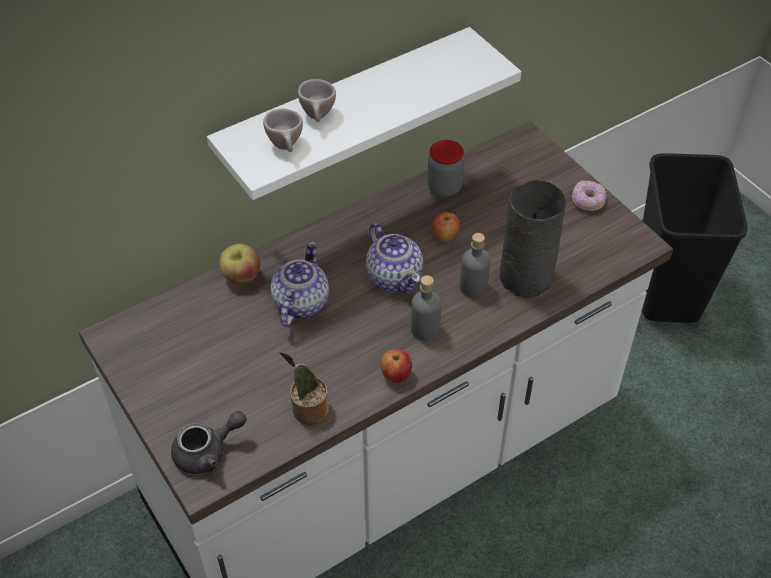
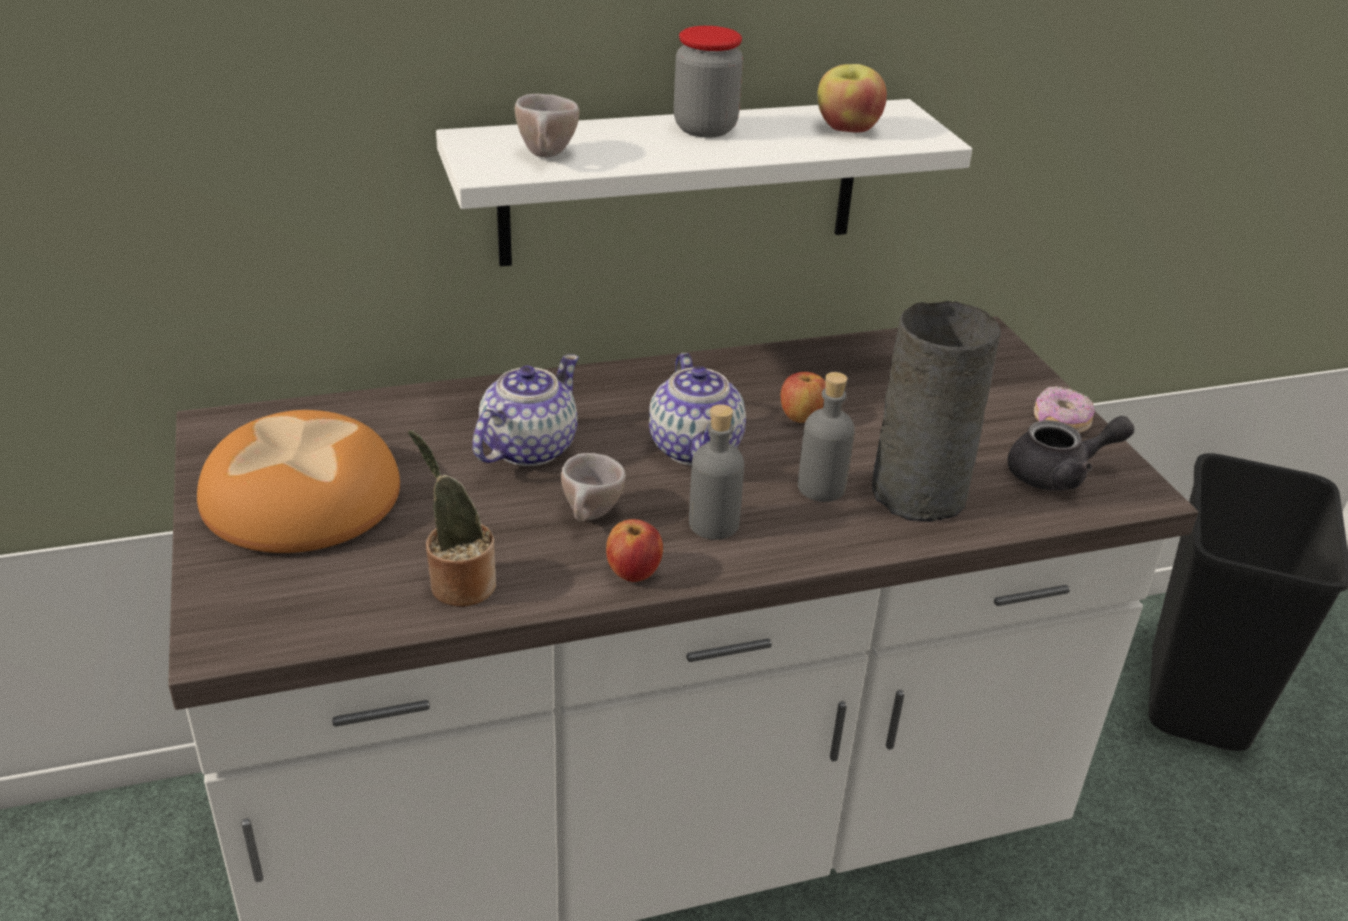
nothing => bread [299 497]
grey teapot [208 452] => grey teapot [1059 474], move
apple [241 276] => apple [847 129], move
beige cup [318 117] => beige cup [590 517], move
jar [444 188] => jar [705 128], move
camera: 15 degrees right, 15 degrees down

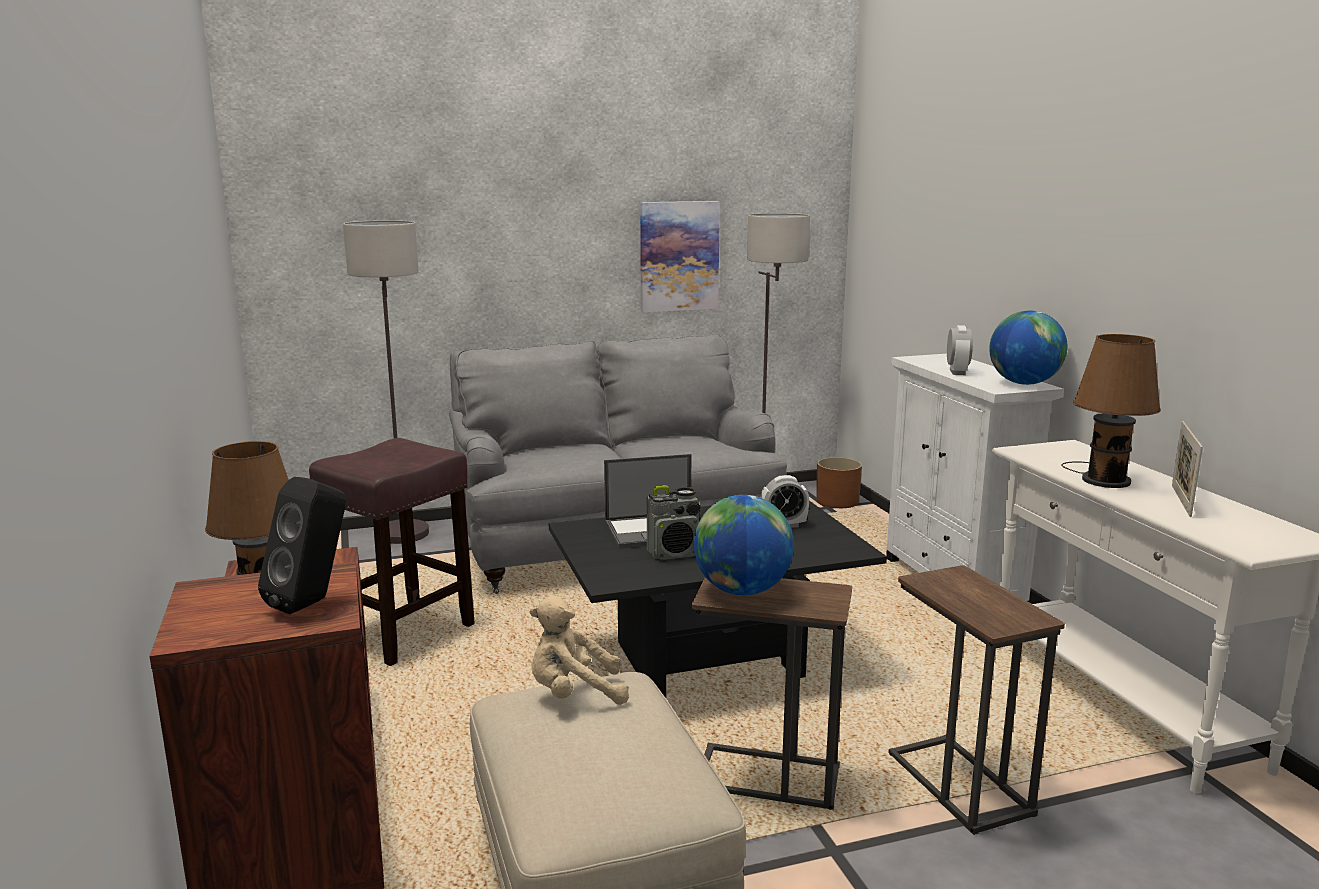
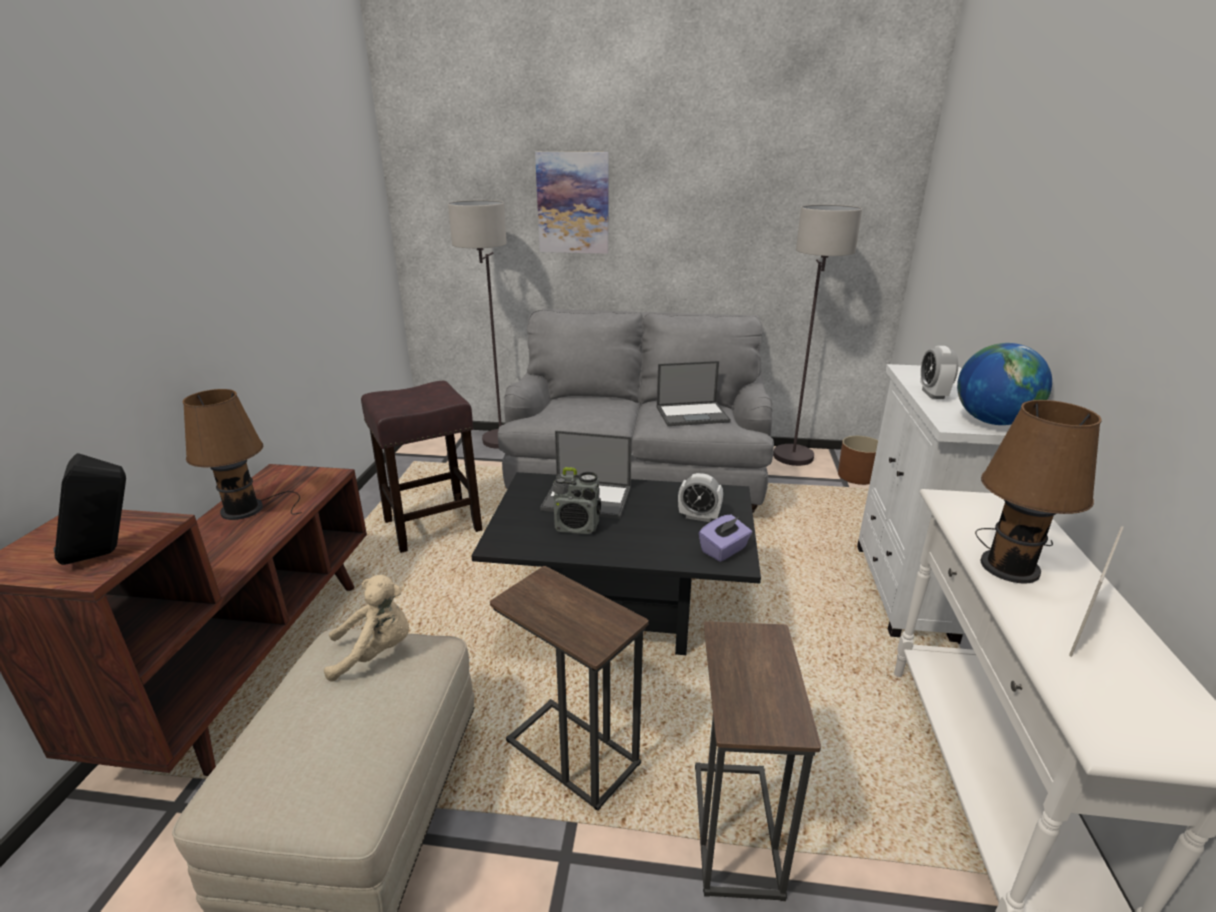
globe [742 591] => nothing
nothing => laptop [693 414]
nothing => purple tissue box [724 550]
picture [679 256] => picture [573 203], move
beige plush toy [574 694] => beige plush toy [376 652], 150 degrees clockwise
alarm clock [957 372] => alarm clock [933 394], 150 degrees clockwise
camera: 25 degrees right, 10 degrees up

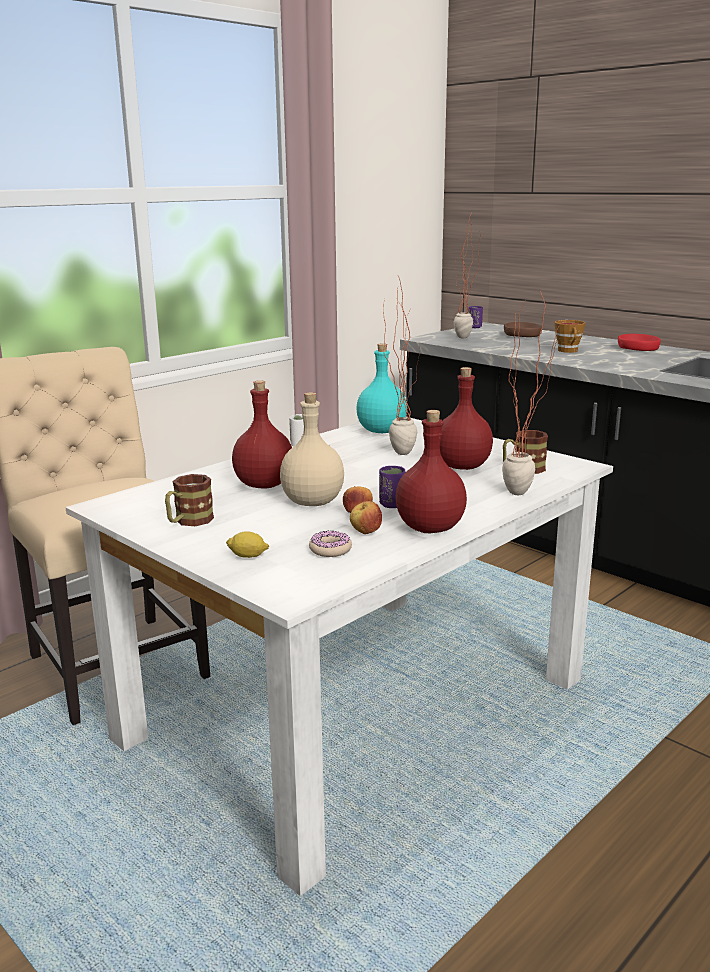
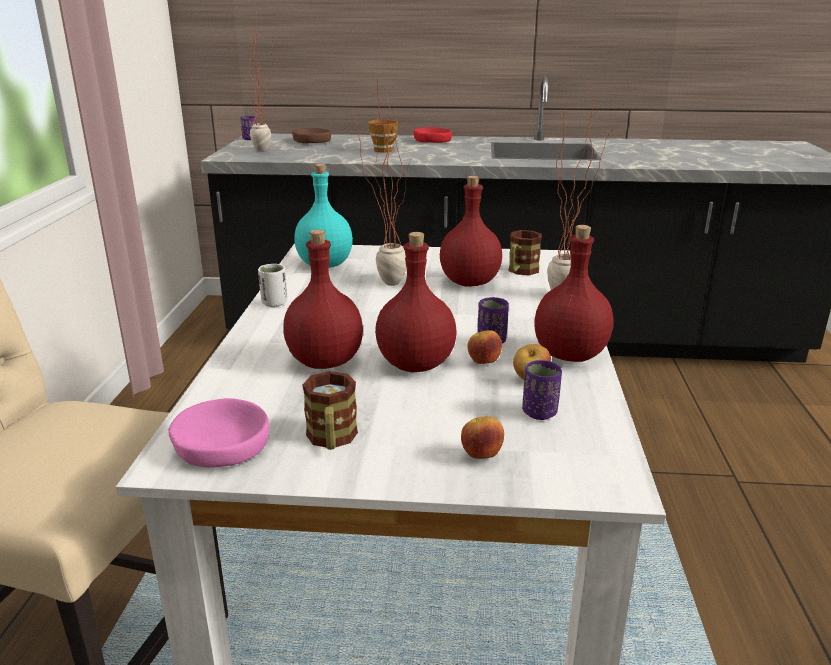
nothing => pink bowl [221 445]
lemon [248 556] => apple [481 455]
donut [330 550] => purple cup [539 413]
beige bottle [314 502] => red bottle [417 364]
camera: 40 degrees left, 5 degrees up

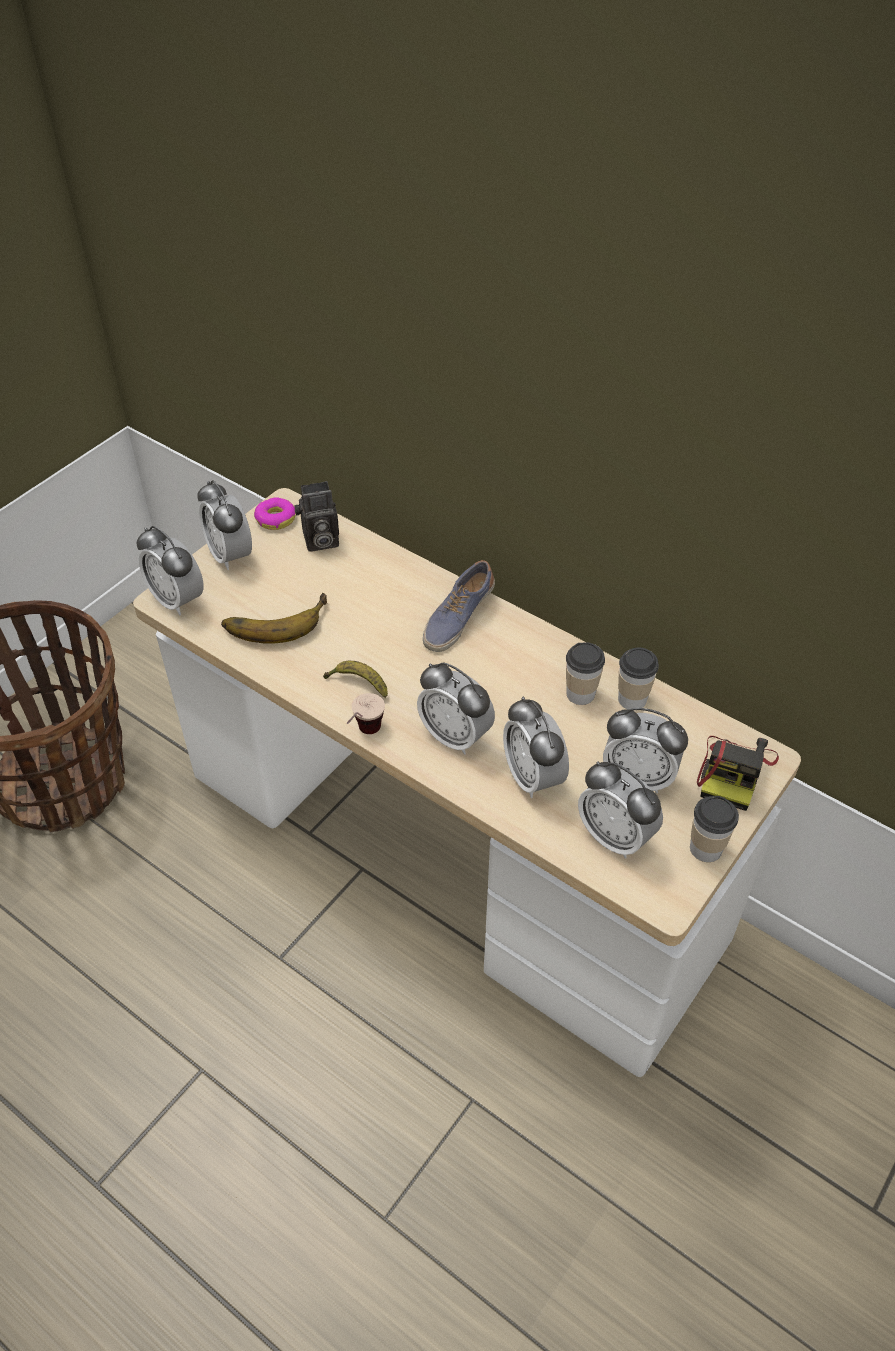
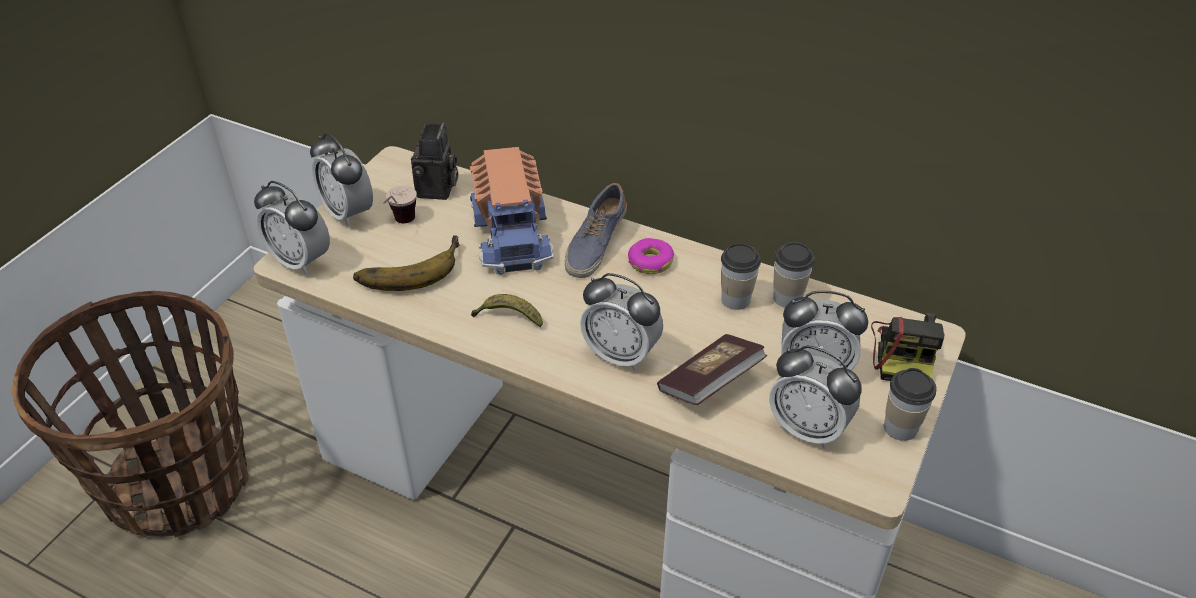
nothing => toy truck [513 233]
donut [275 519] => donut [650 262], move
cup [364 736] => cup [400 225], move
alarm clock [533 777] => book [710 383]
photo camera [319 541] => photo camera [437 190], 60 degrees counterclockwise
camera: 10 degrees left, 5 degrees down

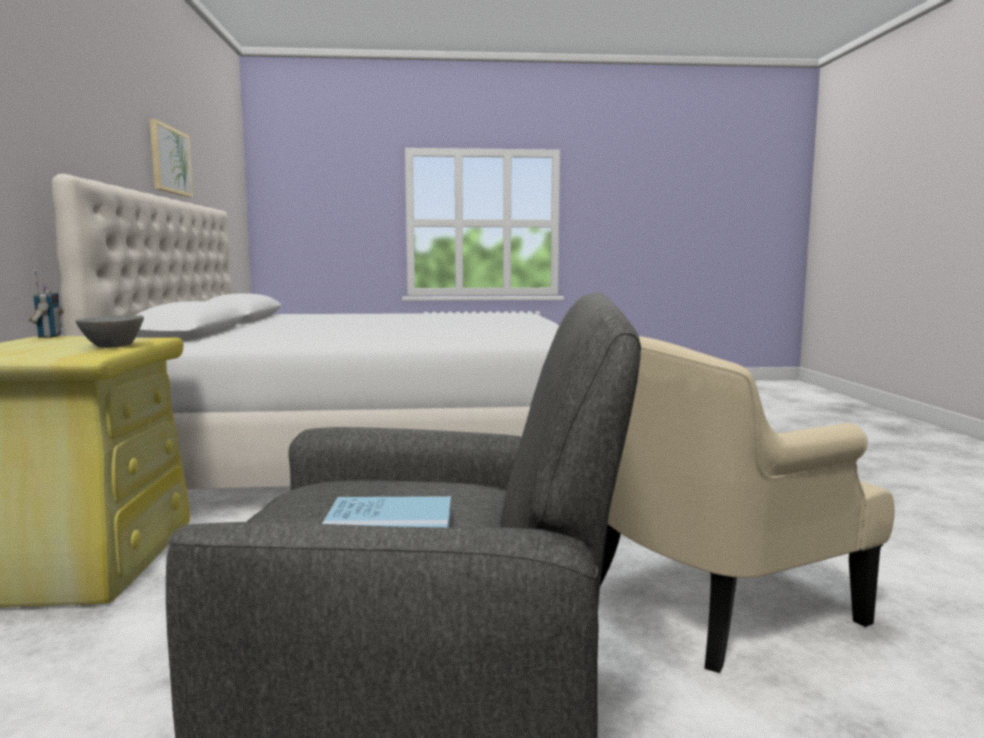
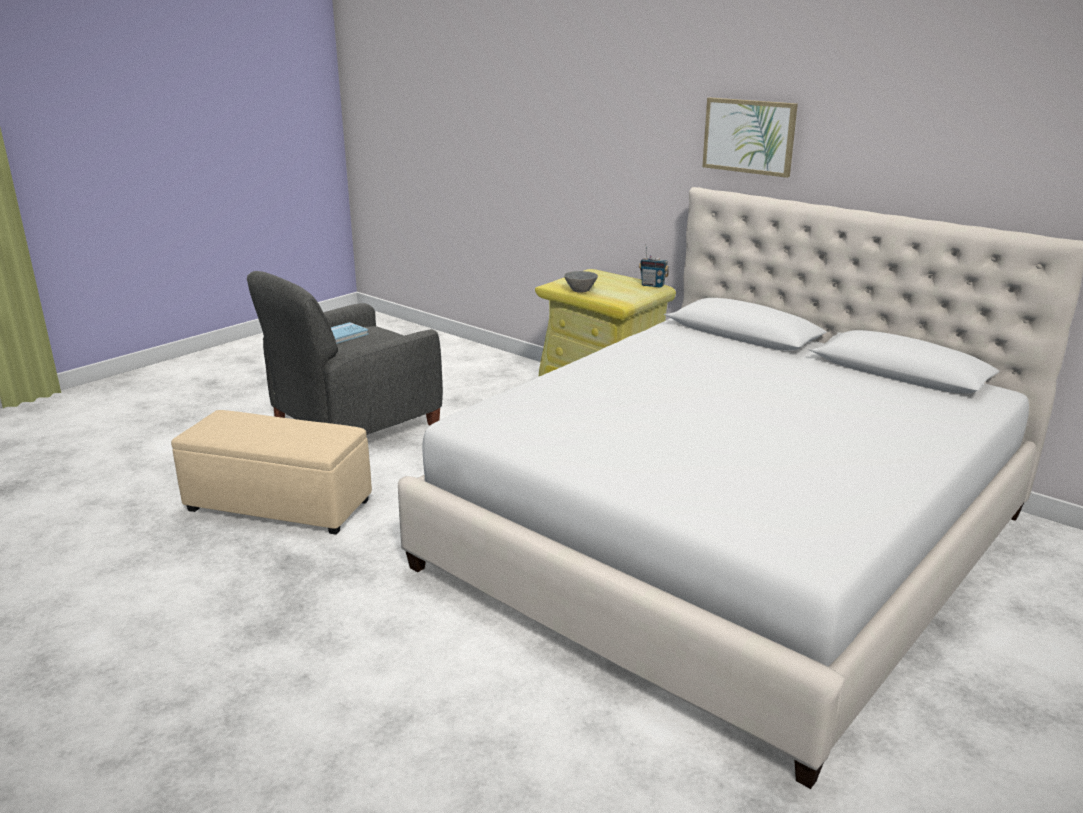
picture [170 160] => picture [749 136], move
beige armchair [709 602] => beige ottoman [280 505]
camera: 135 degrees right, 15 degrees up

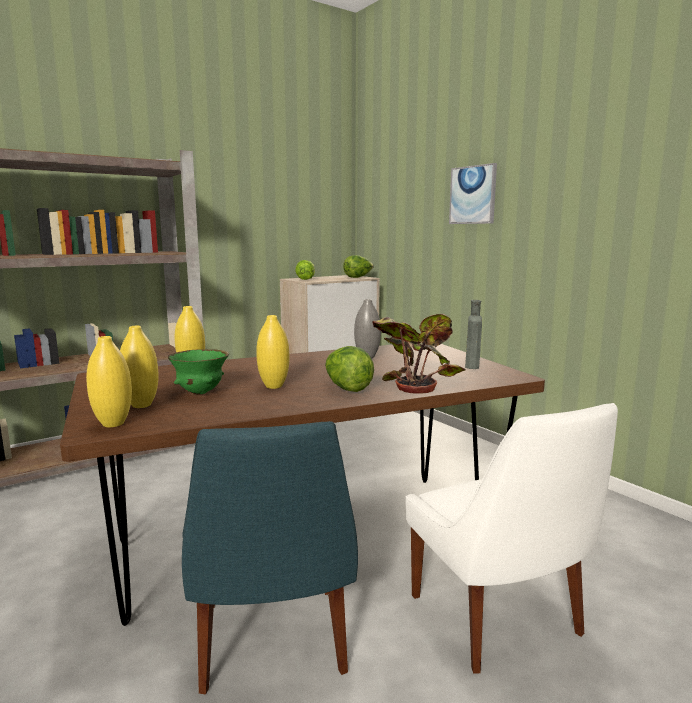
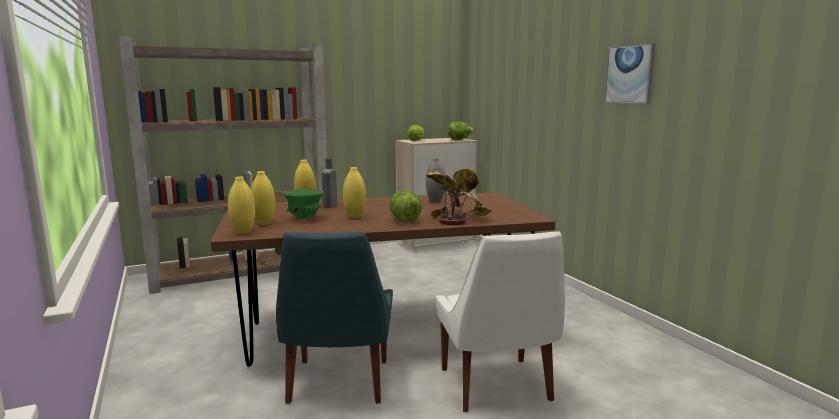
picture [473 195] => picture [630 74], move
grey bottle [472 366] => grey bottle [329 206], move
camera: 10 degrees right, 0 degrees up

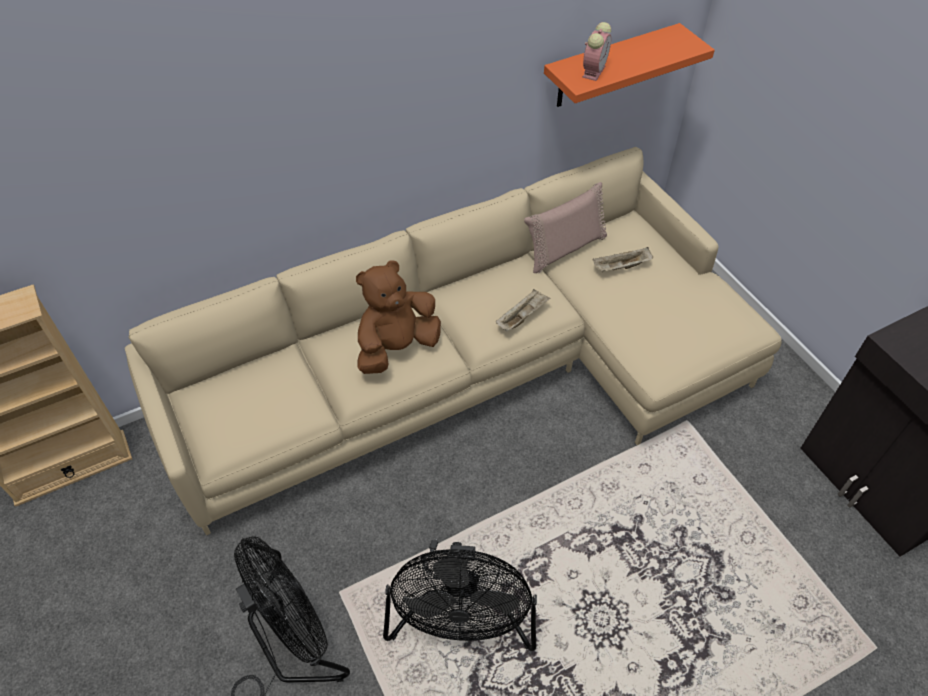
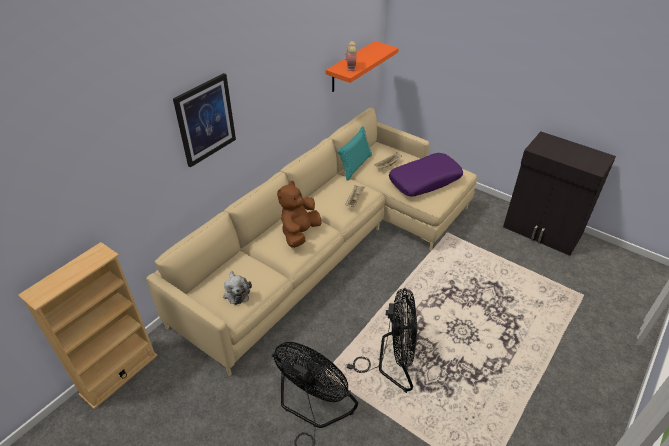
nothing => picture [205 120]
nothing => plush toy [236 292]
nothing => purple pillow [425 180]
beige pillow [564 249] => turquoise pillow [355 166]
black fan [457 614] => black fan [392 358], 60 degrees counterclockwise
camera: 25 degrees left, 10 degrees down

